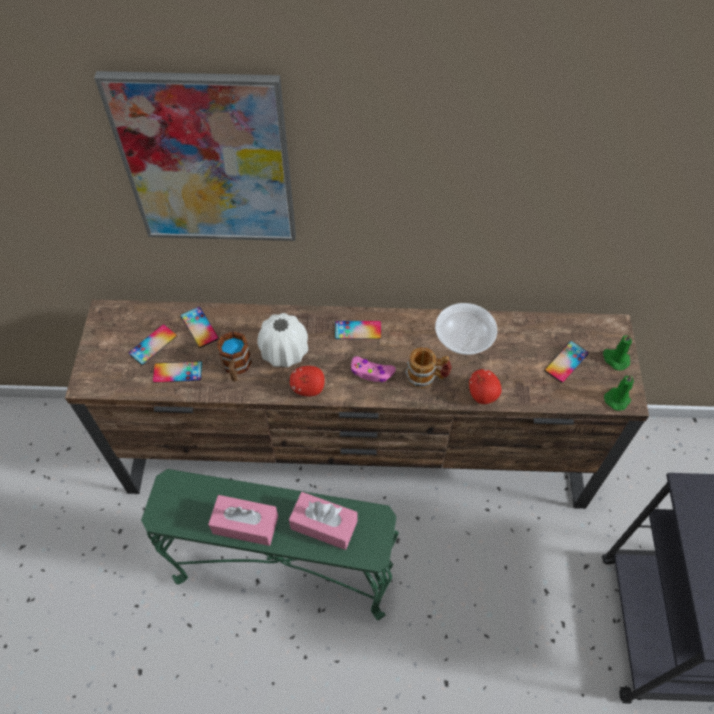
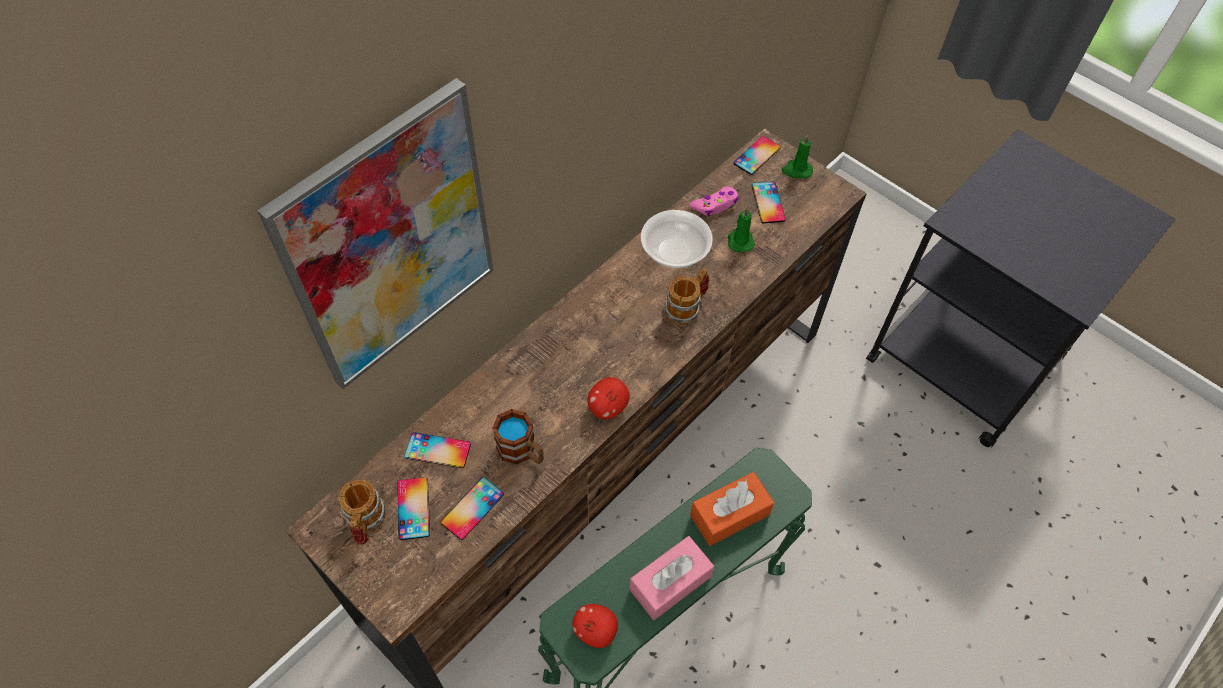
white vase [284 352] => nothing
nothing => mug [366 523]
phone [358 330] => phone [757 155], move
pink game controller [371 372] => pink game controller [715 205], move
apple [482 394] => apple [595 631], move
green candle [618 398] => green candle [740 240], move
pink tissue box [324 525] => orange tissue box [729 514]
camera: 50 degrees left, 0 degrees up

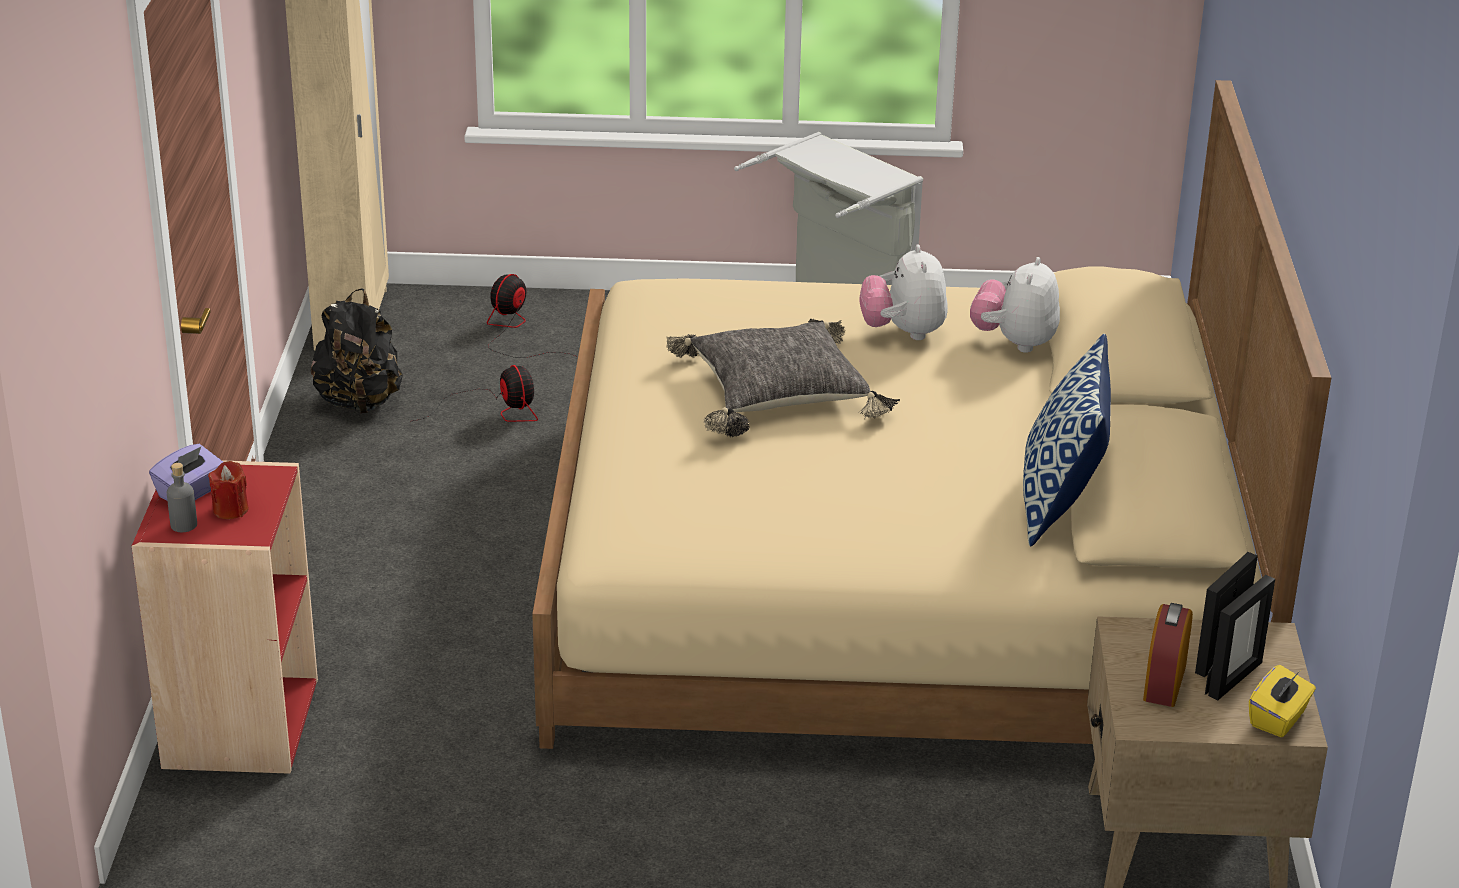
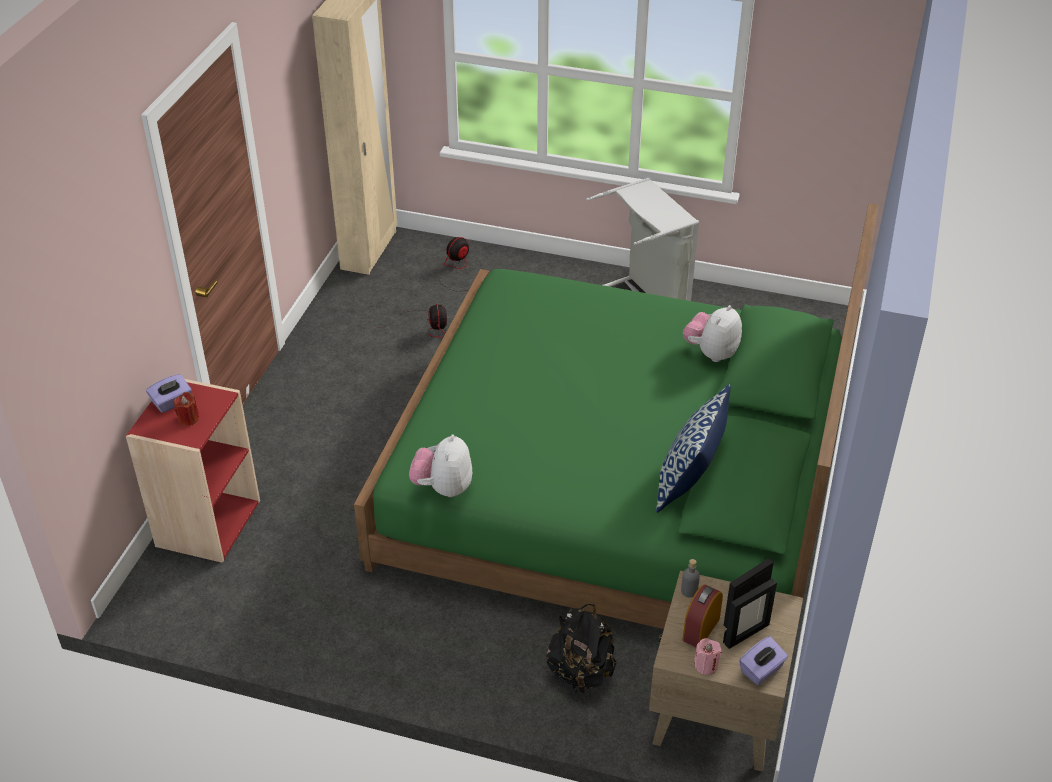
pillow [778 388] => nothing
nothing => pink candle [706 665]
grey bottle [184 525] => grey bottle [689 591], move
black backpack [359 402] => black backpack [581 672], move
plush toy [903 332] => plush toy [443 488], move
beige bed [895 575] => green bed [617 483]
yellow tissue box [1278 719] => purple tissue box [762 670]
camera: 15 degrees right, 10 degrees up

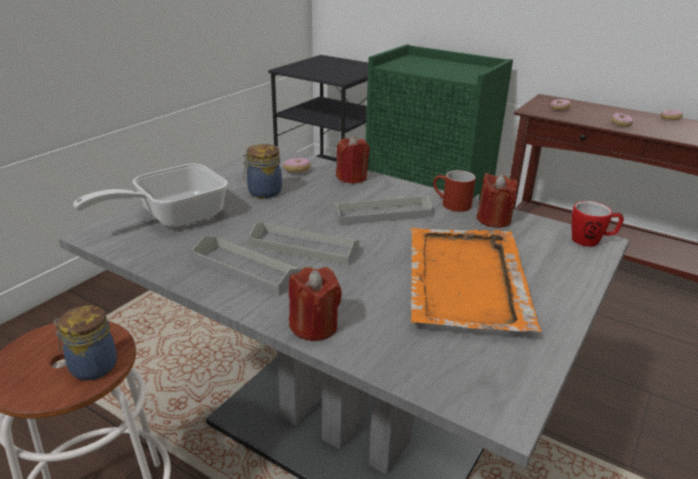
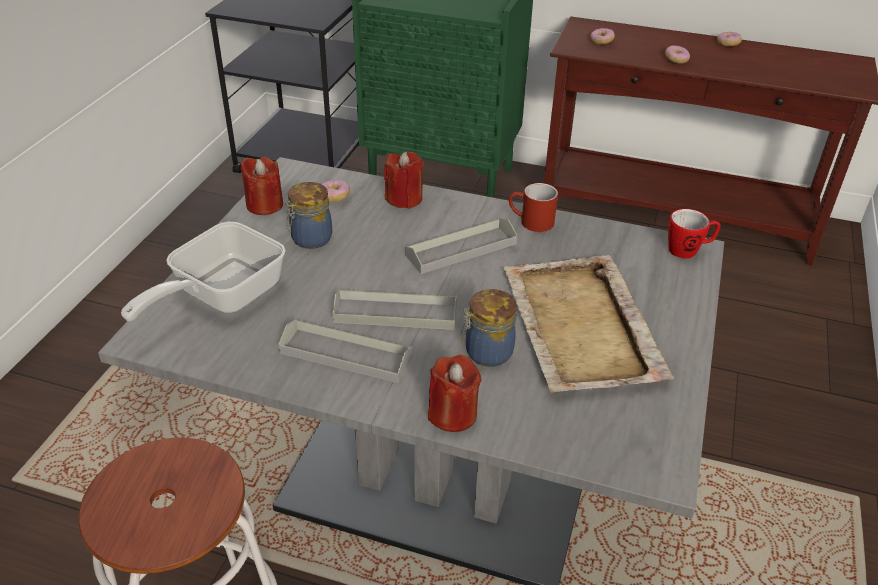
jar [91 367] => jar [486 352], move
red candle [493 219] => red candle [264 205], move
orange tray [465 281] => beige tray [581 327]
camera: 15 degrees left, 10 degrees up

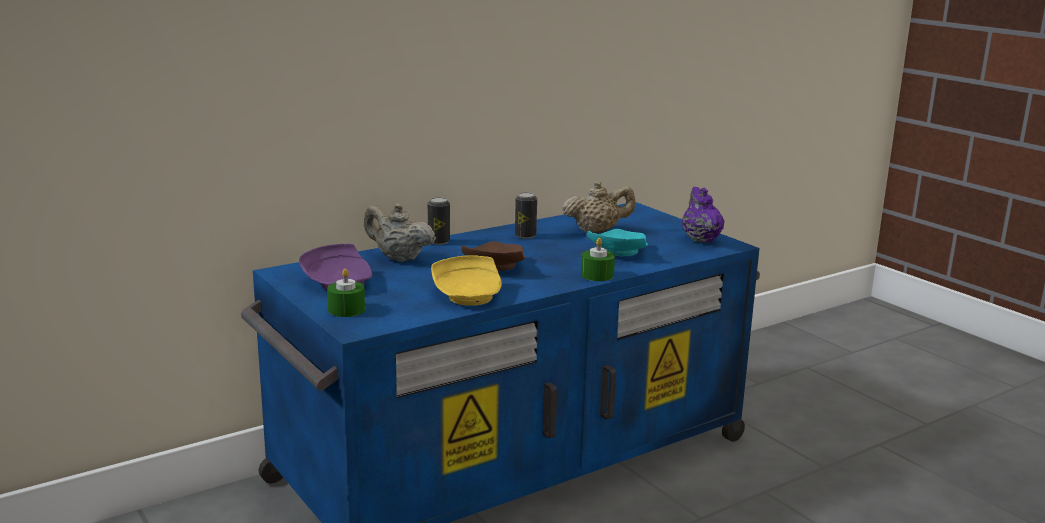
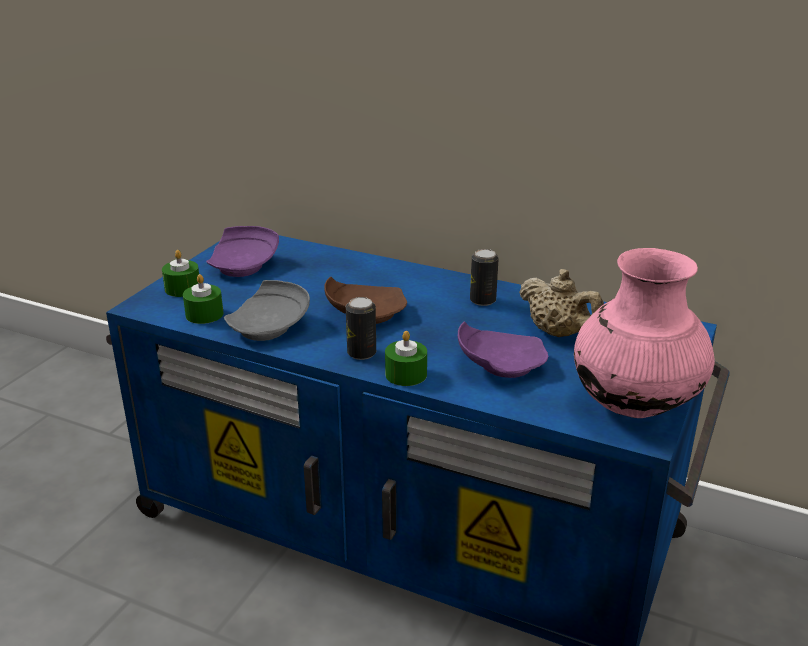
beige teapot [398 258] => nothing
nothing => green candle [204 314]
can [438 241] => can [361 353], move
purple teapot [700 239] => pink vase [634 406]
yellow plate [469 295] => grey plate [270 327]
turquoise plate [617 252] => purple plate [499 365]
camera: 60 degrees right, 10 degrees up

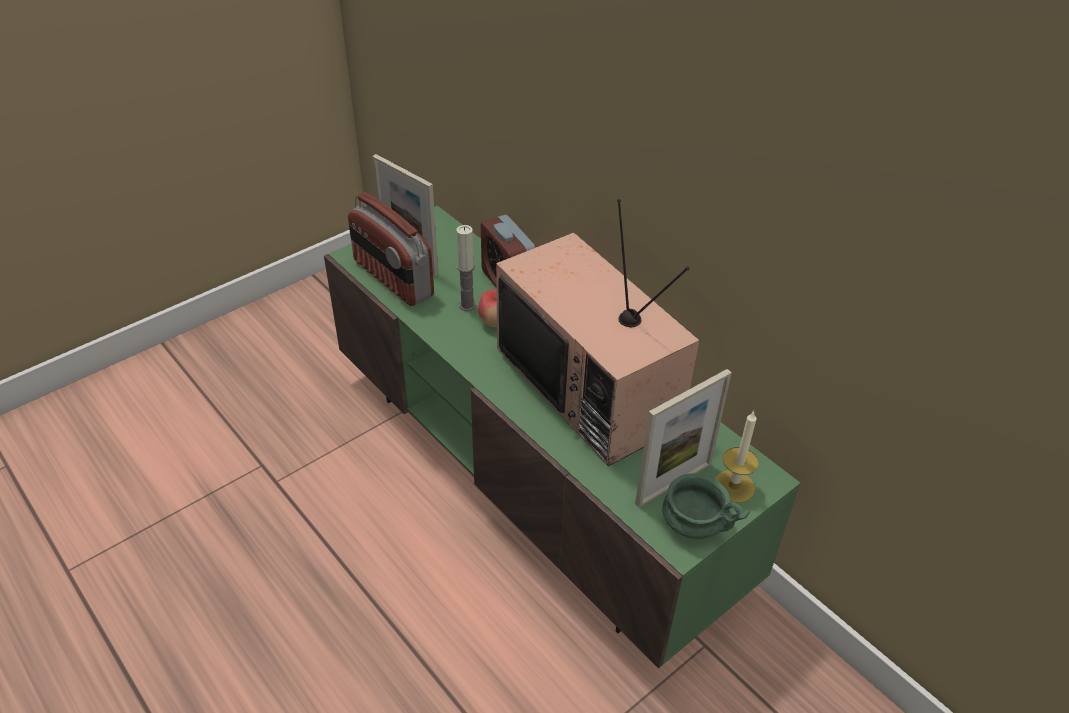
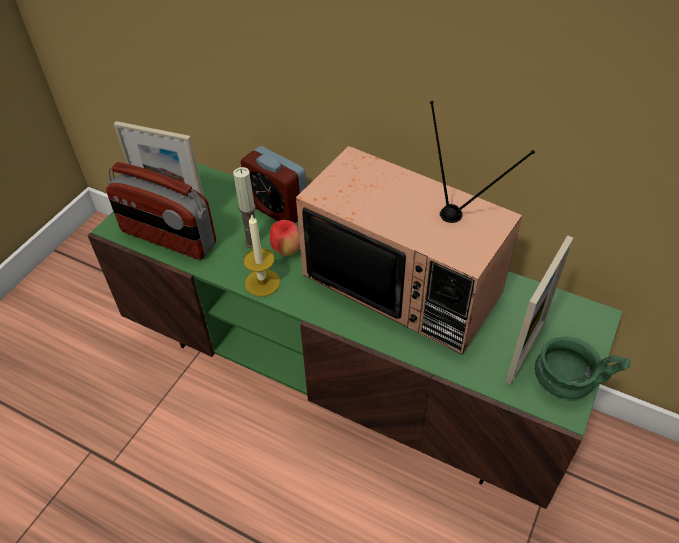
candle [734 486] => candle [262 282], move
camera: 20 degrees left, 5 degrees up

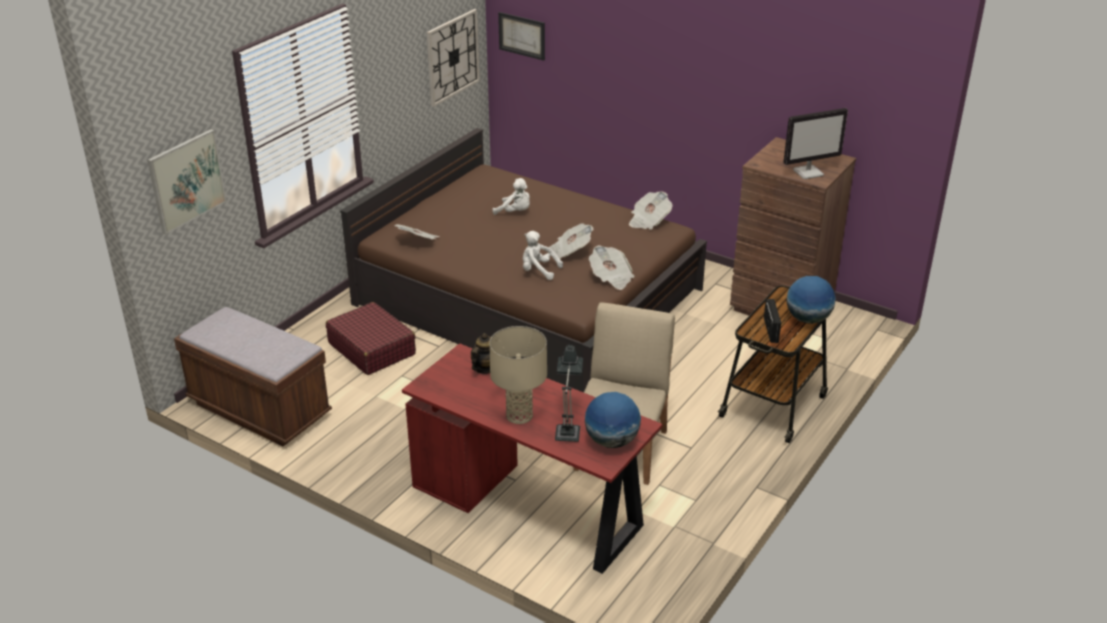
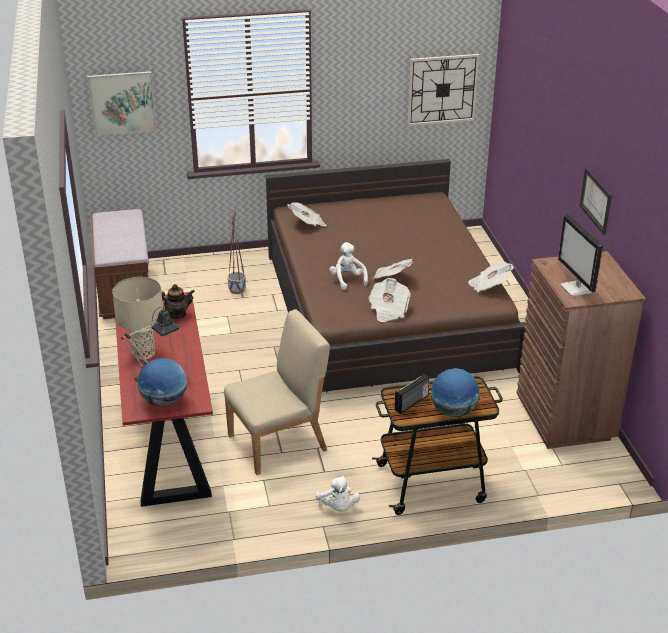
white plush toy [515 212] => white plush toy [338 507], move
picture [522 35] => picture [596 200], move
red suitcase [372 348] => planter [237 290]
monitor [808 172] => monitor [577 289], 45 degrees clockwise
camera: 45 degrees right, 0 degrees up

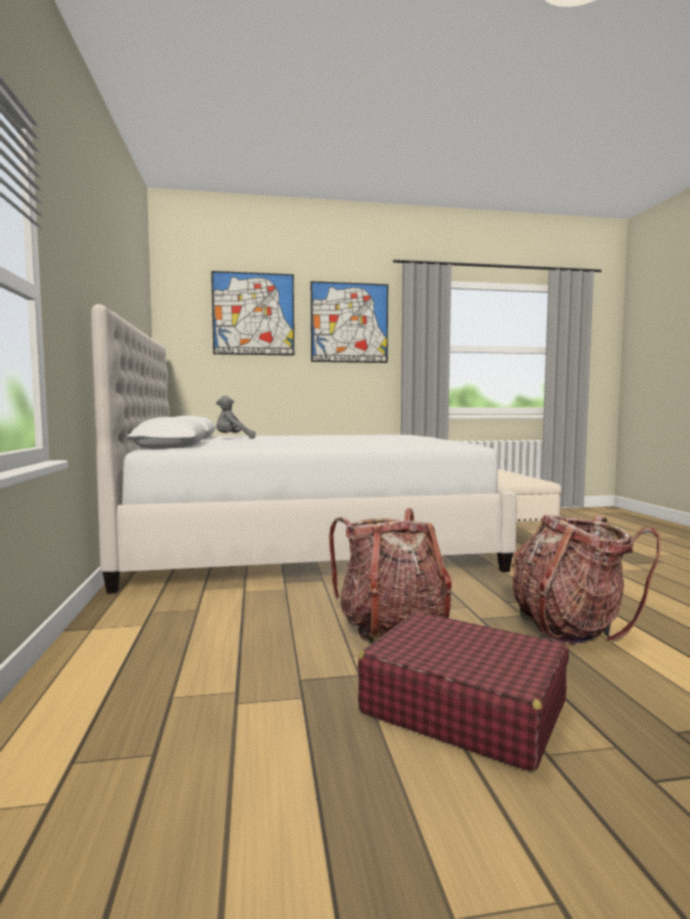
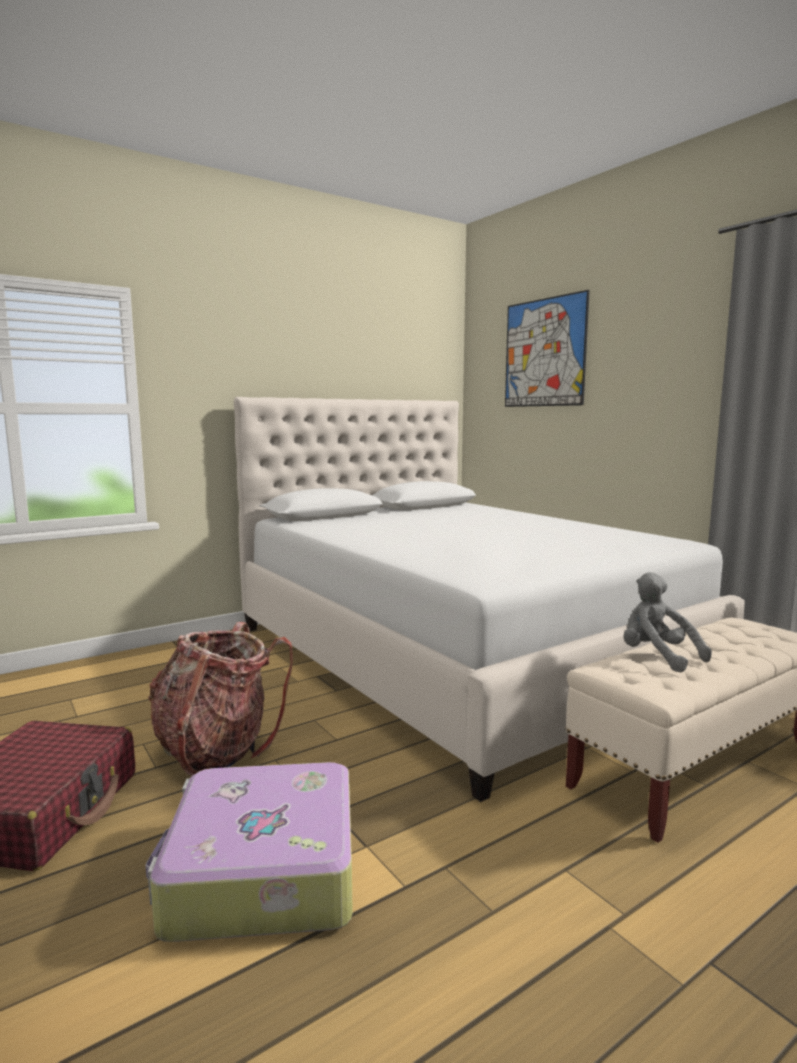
picture [349 323] => nothing
grey plush toy [233 439] => grey plush toy [657 657], move
backpack [569 626] => suitcase [261 872]
camera: 65 degrees right, 5 degrees up

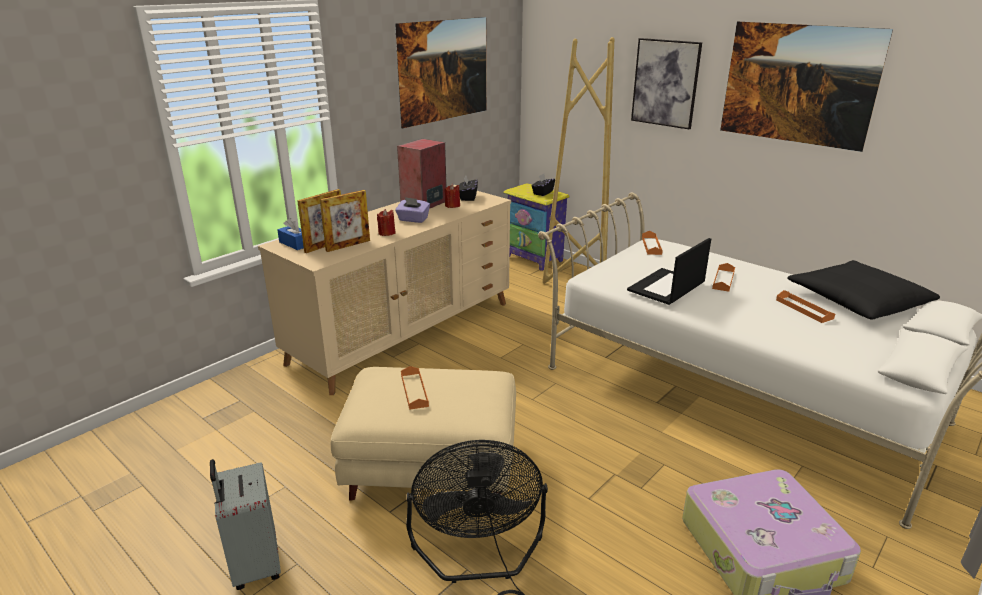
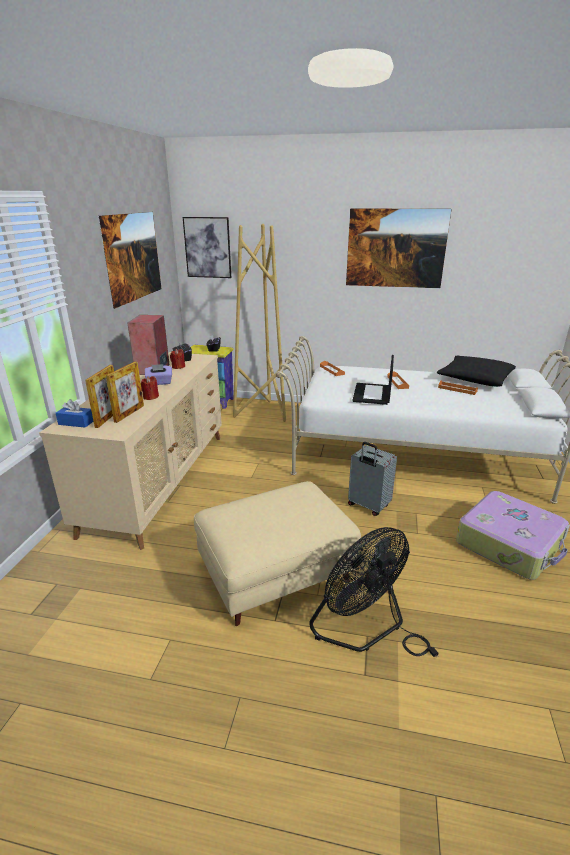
orange tray [414 390] => nothing
grey suitcase [254 565] => grey suitcase [368 506], move
picture [665 83] => picture [207 247], move
camera: 30 degrees left, 0 degrees up

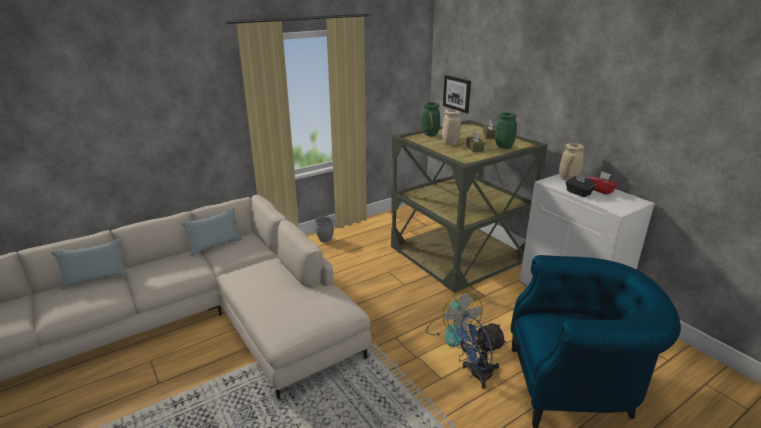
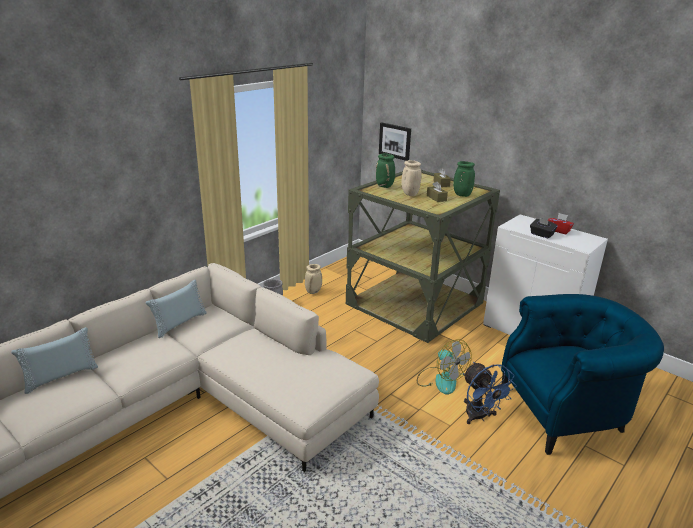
beige vase [568 178] => beige vase [313 291], move
blue fan [476 375] => blue fan [480 417], 75 degrees counterclockwise
camera: 15 degrees left, 0 degrees up

